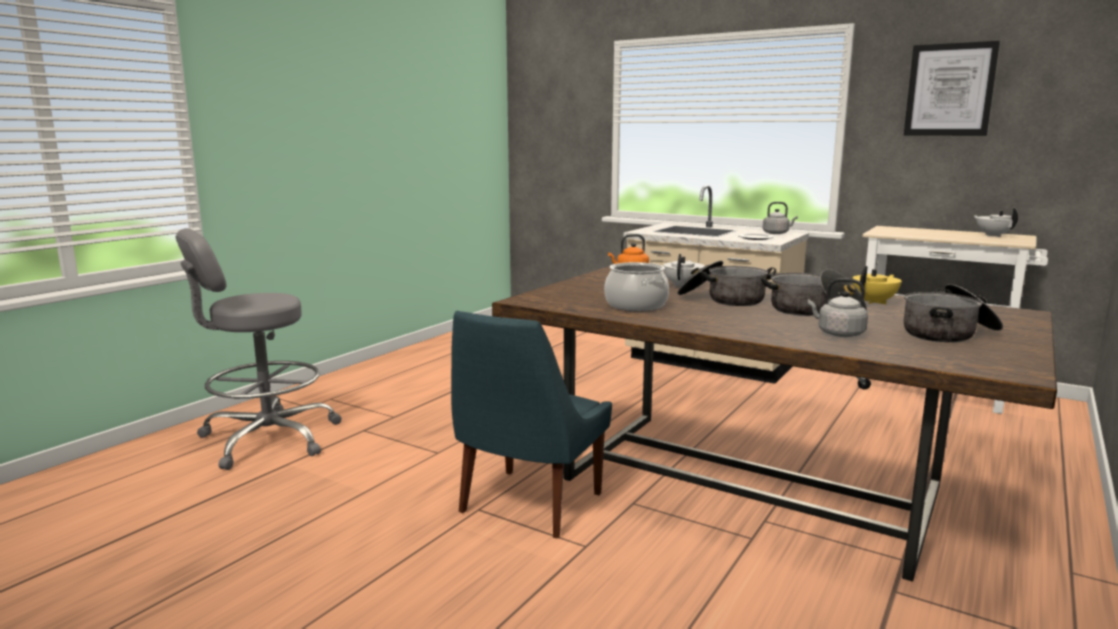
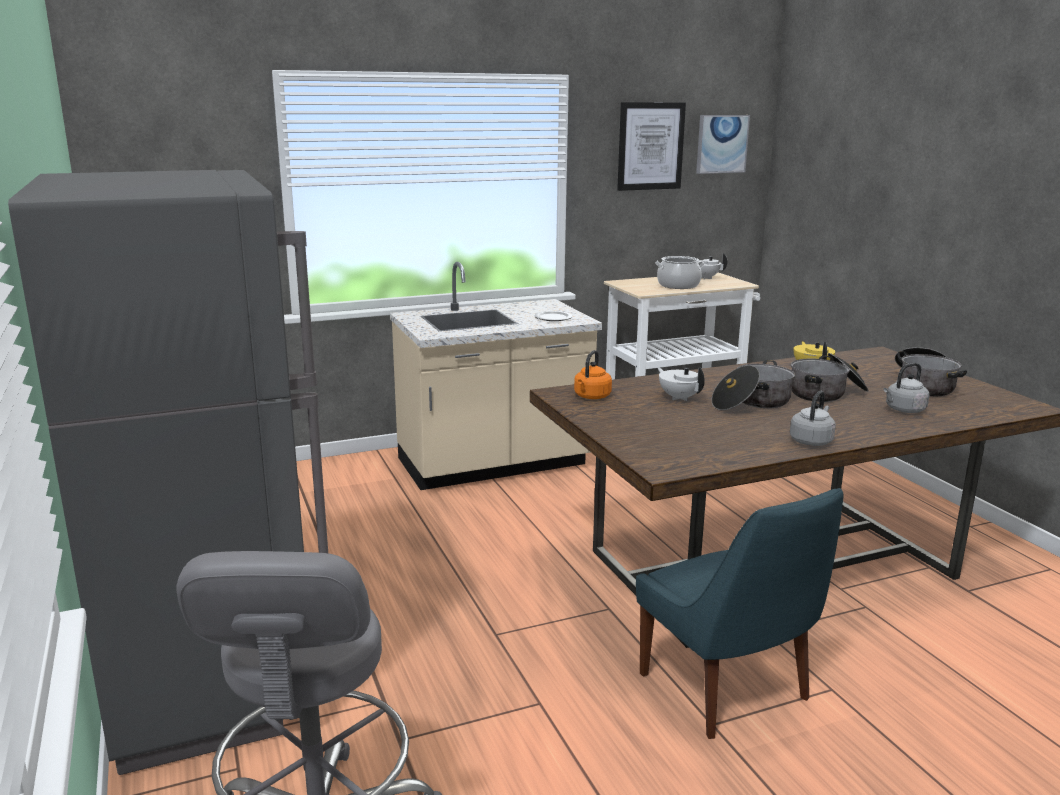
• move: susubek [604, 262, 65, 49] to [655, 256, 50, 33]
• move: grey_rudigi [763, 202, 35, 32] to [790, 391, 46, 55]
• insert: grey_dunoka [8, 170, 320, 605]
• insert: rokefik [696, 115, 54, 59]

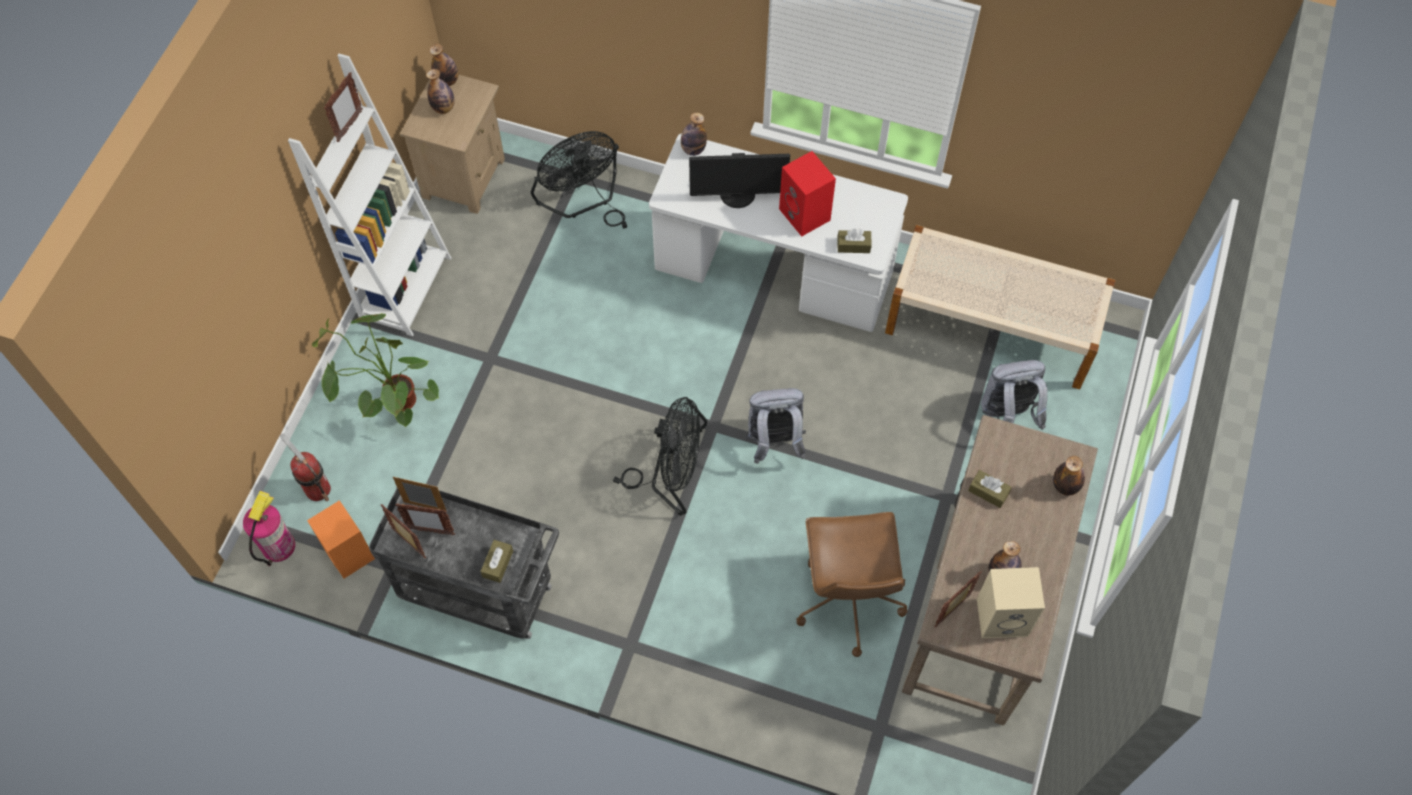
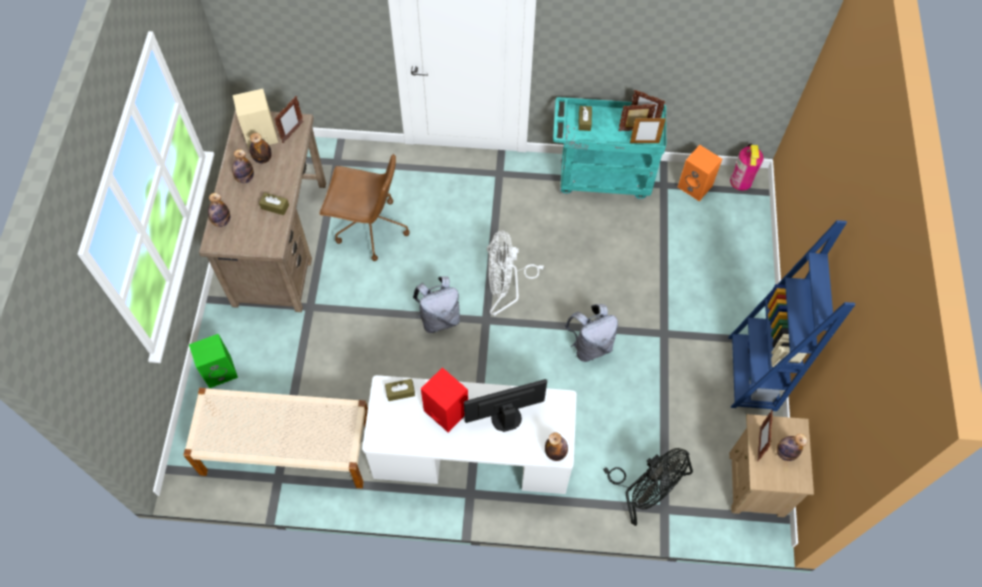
• delete: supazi [280, 433, 51, 68]
• recolor: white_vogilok [288, 54, 164, 282] to blue_vogilok [728, 220, 127, 191]
• delete: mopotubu [312, 313, 127, 115]
• move: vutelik [324, 72, 39, 70] to [757, 410, 16, 52]
• recolor: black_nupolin [369, 488, 190, 151] to turquoise_nupolin [553, 97, 113, 102]
• move: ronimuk [429, 43, 29, 43] to [232, 149, 22, 34]
• recolor: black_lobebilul [613, 397, 94, 119] to white_lobebilul [487, 230, 58, 86]
• rotate: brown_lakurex [796, 512, 112, 145] = [319, 154, 91, 107] 120 degrees clockwise
• move: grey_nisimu [981, 360, 67, 70] to [564, 304, 54, 58]
• insert: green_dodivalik [189, 334, 49, 54]

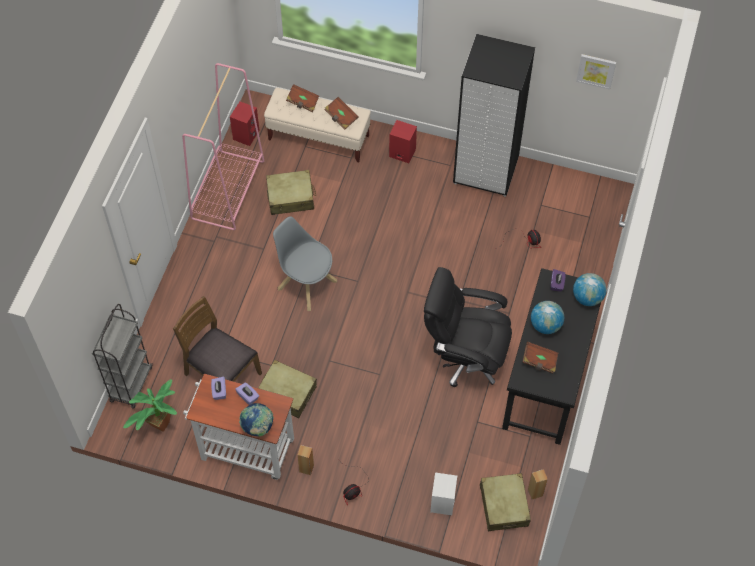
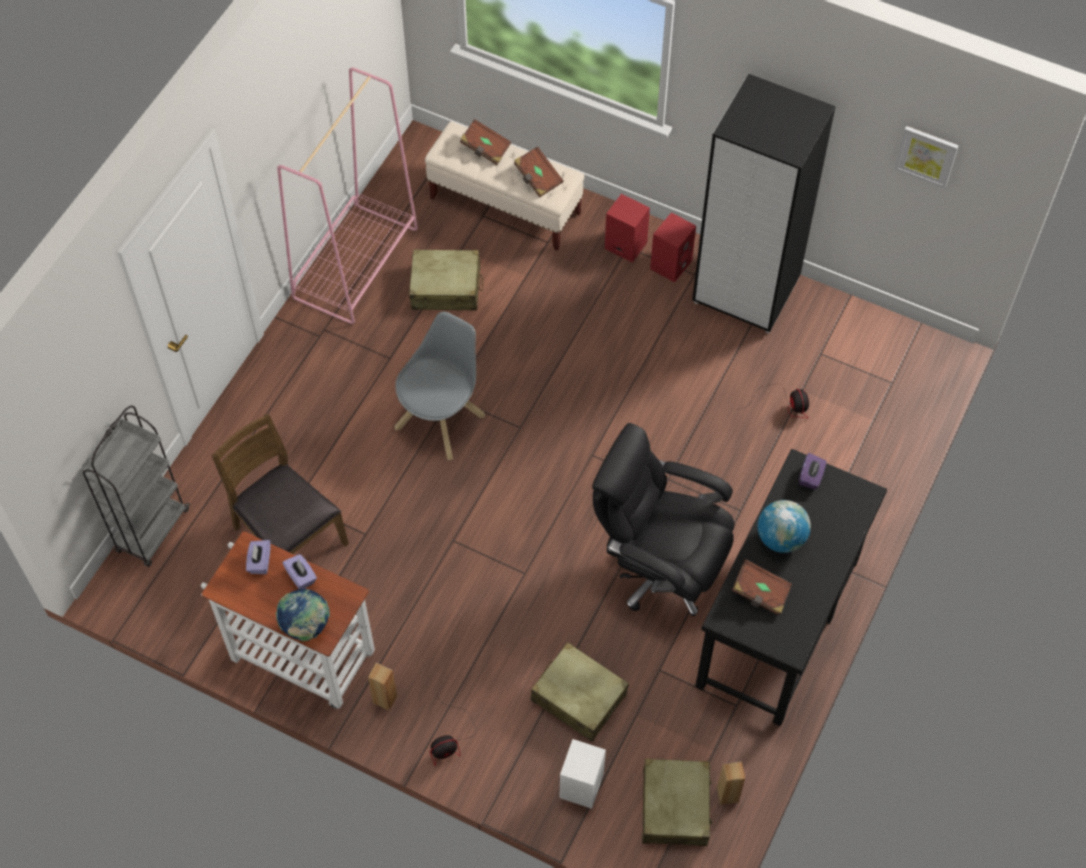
• delete: mopotubu [124, 379, 53, 53]
• move: red_dodivalik [230, 101, 30, 45] to [650, 212, 46, 71]
• move: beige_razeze [258, 360, 59, 58] to [531, 642, 98, 100]
• rotate: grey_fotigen [273, 216, 64, 95] = [395, 312, 90, 148] 75 degrees clockwise
• delete: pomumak [573, 273, 34, 33]

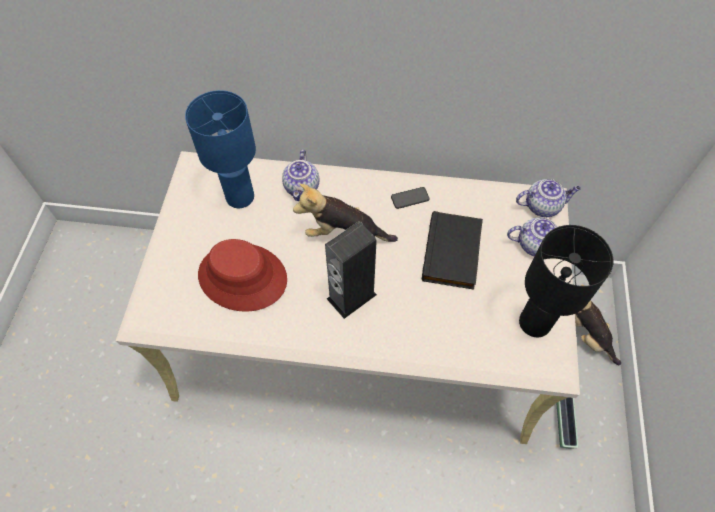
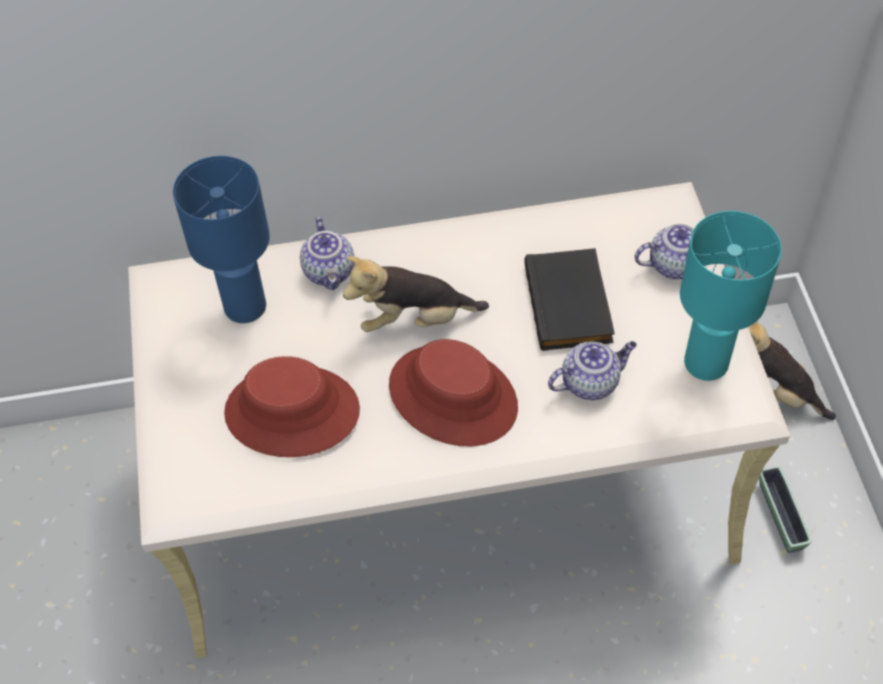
• replace: dodivalik [325, 221, 52, 98] to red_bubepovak [389, 339, 129, 107]
• delete: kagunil [391, 187, 39, 22]
• move: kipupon [516, 179, 65, 38] to [548, 341, 89, 59]
• recolor: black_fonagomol [519, 225, 94, 112] to turquoise_fonagomol [680, 211, 102, 170]

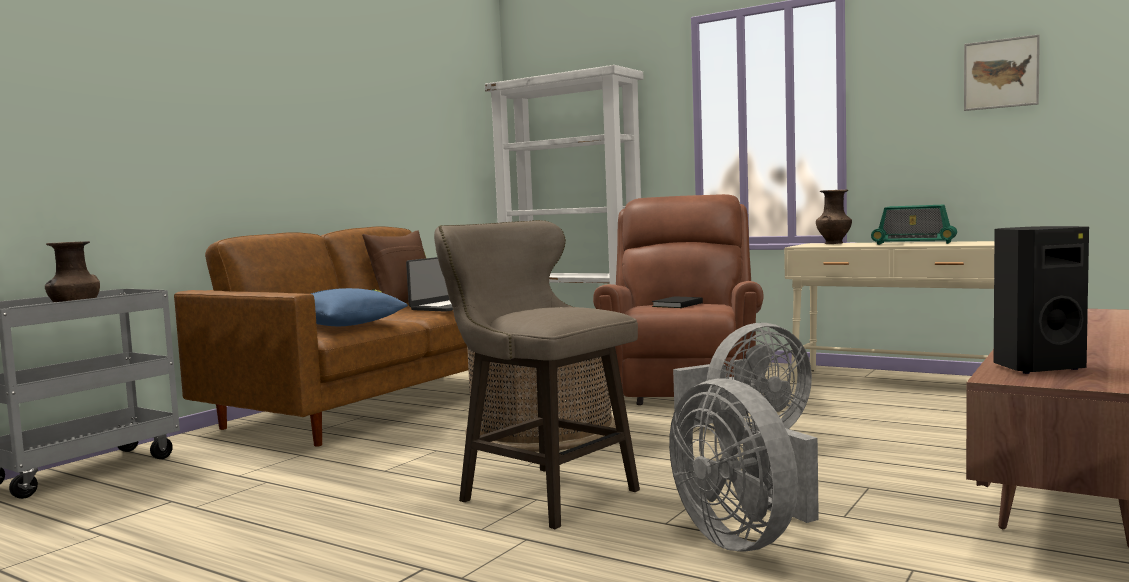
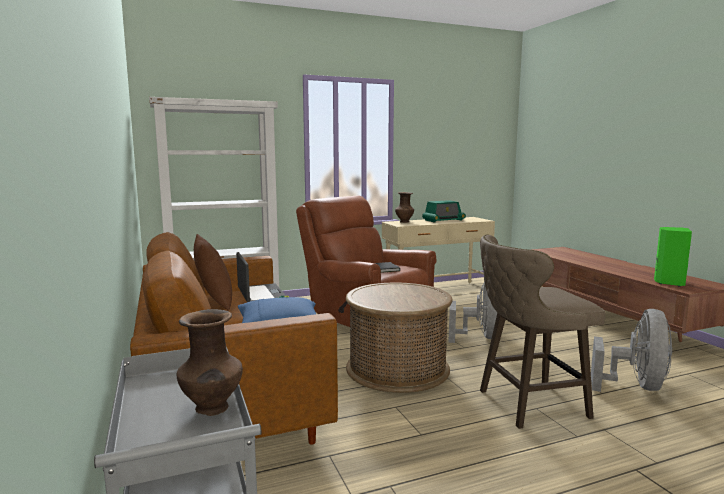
• rotate: grey_lobebilul [669, 378, 150, 174] = [591, 309, 82, 83] 75 degrees counterclockwise
• delete: rokefik [964, 34, 76, 77]
• recolor: black_dodivalik [994, 226, 95, 148] to green_dodivalik [654, 227, 38, 59]

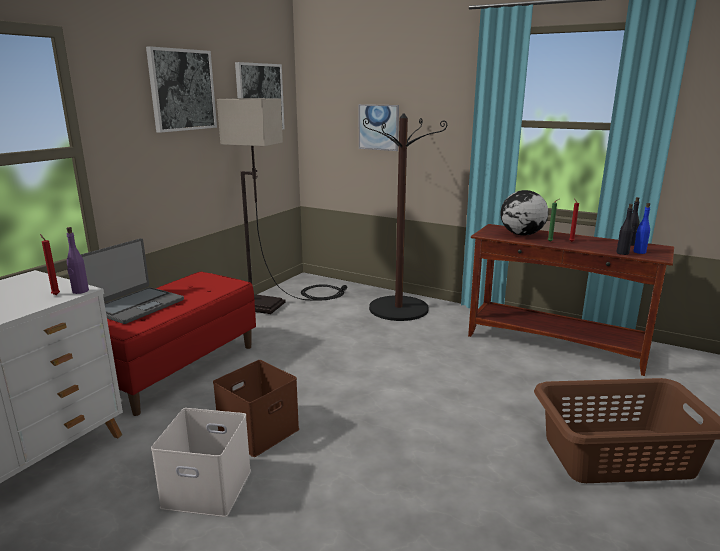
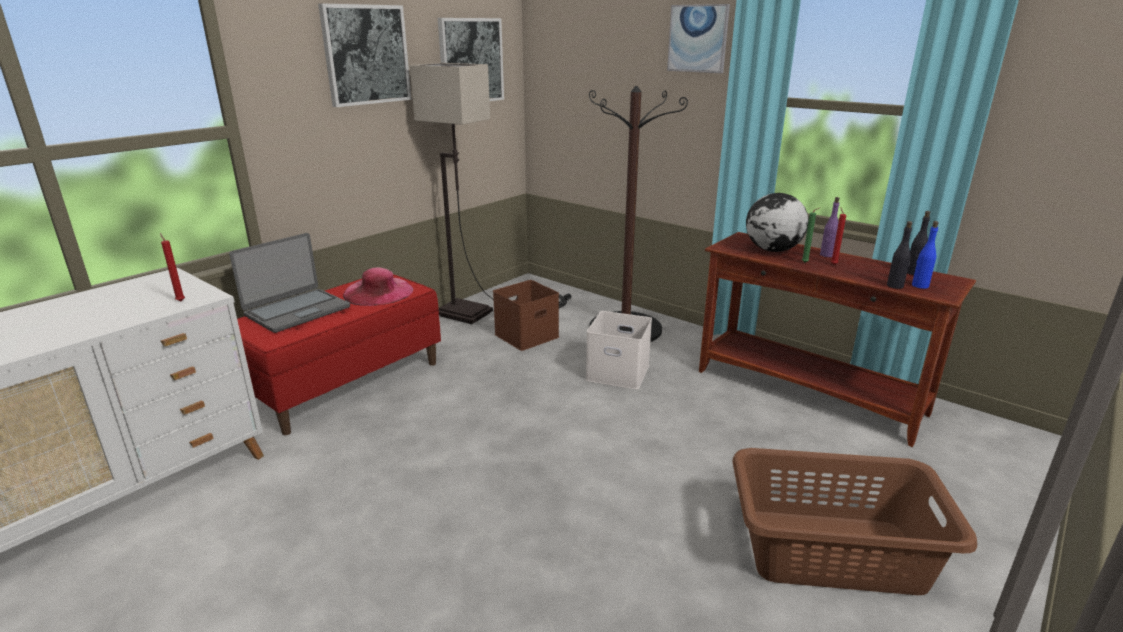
• move: purple_ronimuk [66, 227, 23, 67] to [820, 197, 20, 60]
• move: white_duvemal [151, 408, 100, 109] to [586, 311, 66, 79]
• move: brown_duvemal [213, 360, 86, 97] to [493, 280, 66, 71]
• move: rokefik [359, 104, 40, 47] to [667, 4, 63, 69]
• insert: pink_bubepovak [343, 267, 70, 39]

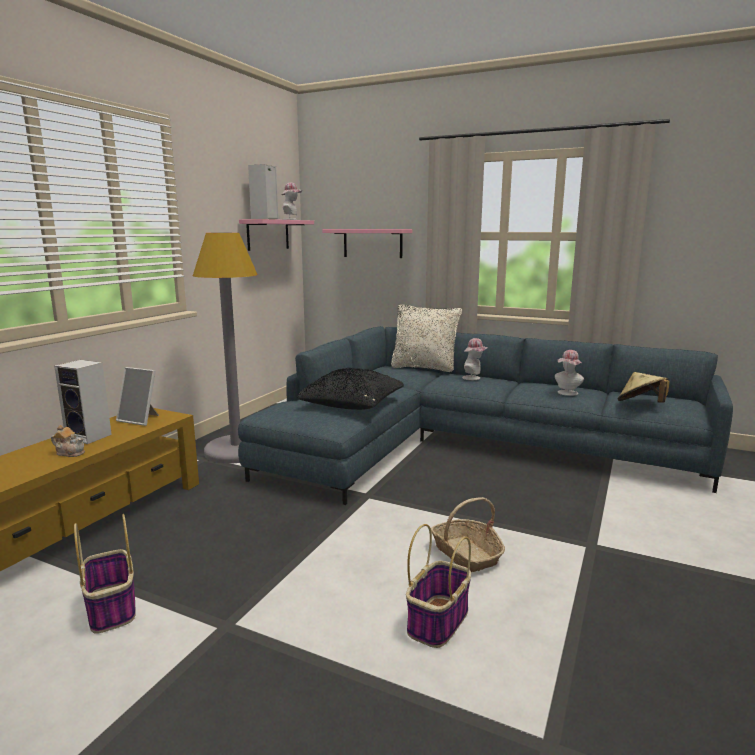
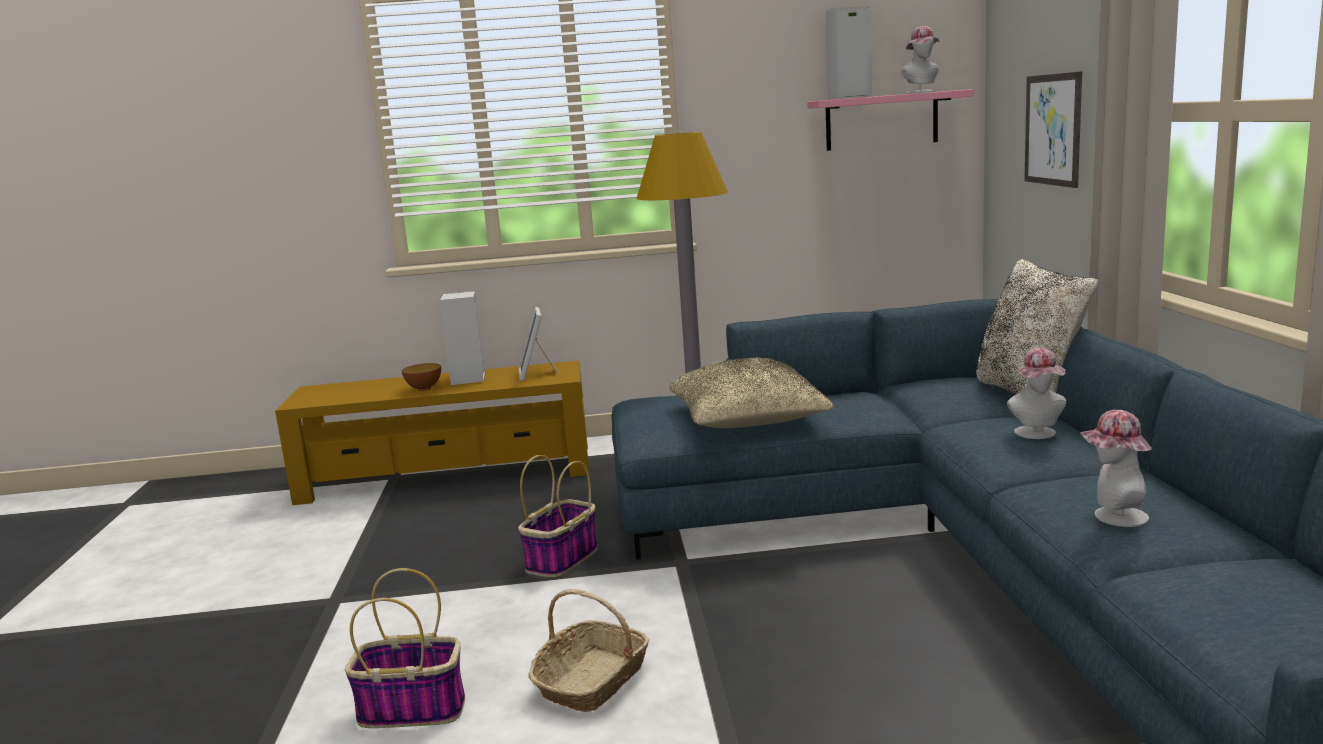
• replace: kipupon [51, 425, 34, 32] to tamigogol [402, 363, 39, 28]
• move: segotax [74, 514, 62, 120] to [518, 455, 80, 123]
• recolor: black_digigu [297, 368, 107, 42] to beige_digigu [669, 358, 165, 70]
• replace: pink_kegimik [322, 229, 90, 29] to rokefik [1024, 71, 58, 117]
• delete: beige_bubepovak [618, 372, 52, 31]

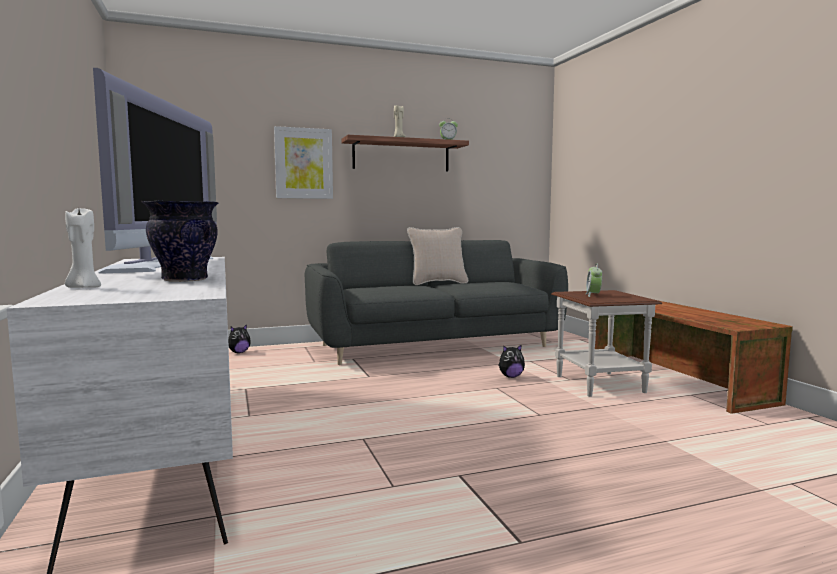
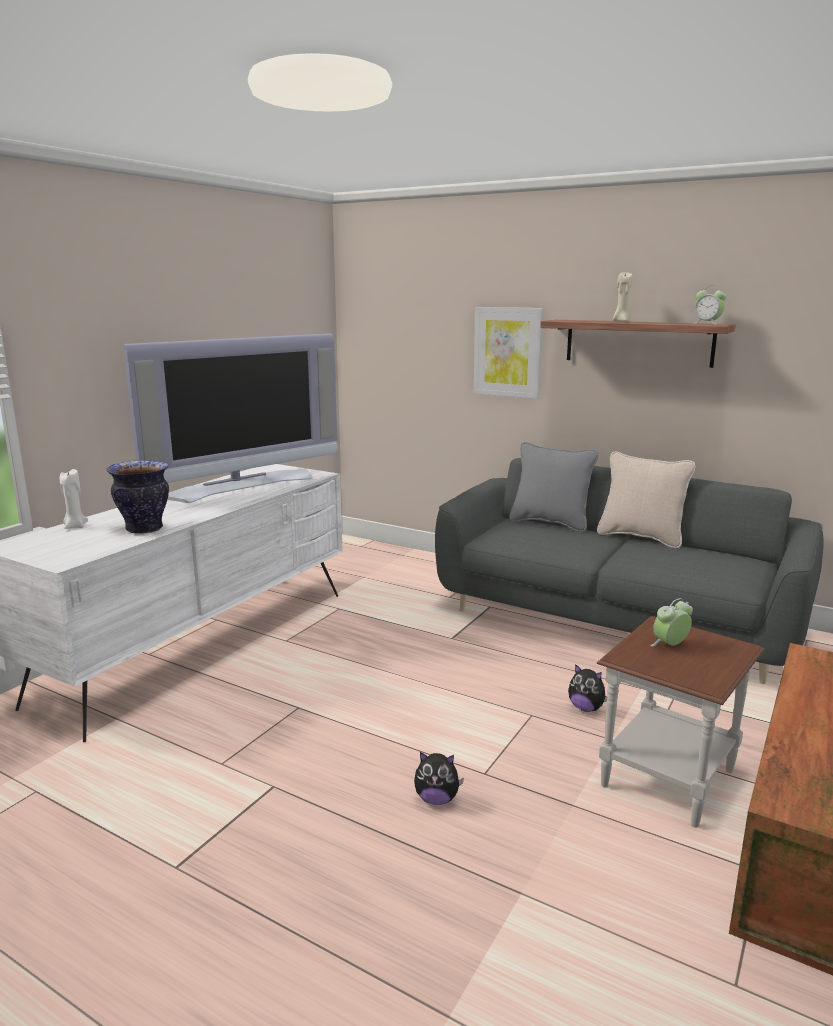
• move: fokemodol [228, 324, 23, 29] to [414, 752, 50, 53]
• insert: grey_digigu [510, 442, 88, 90]

